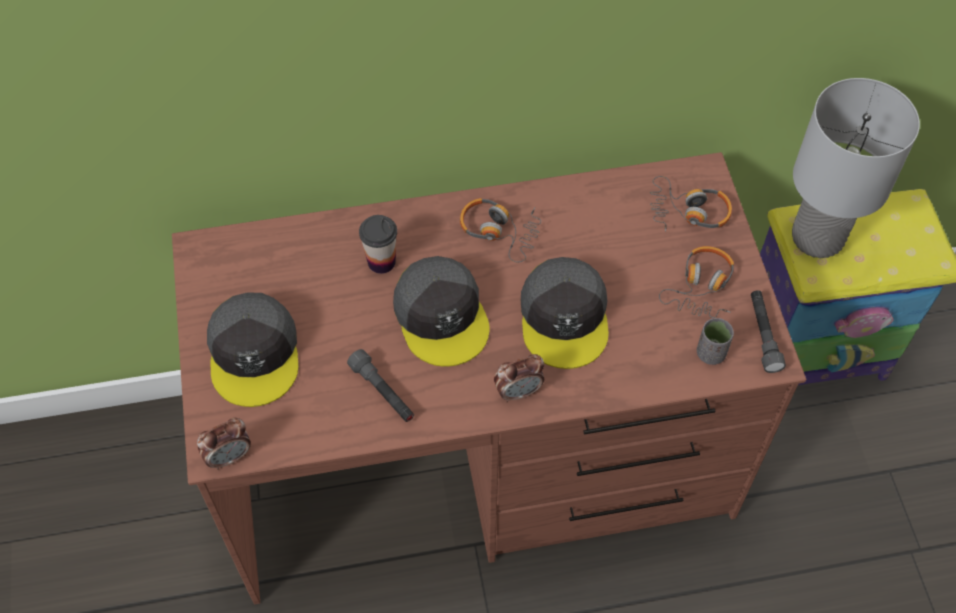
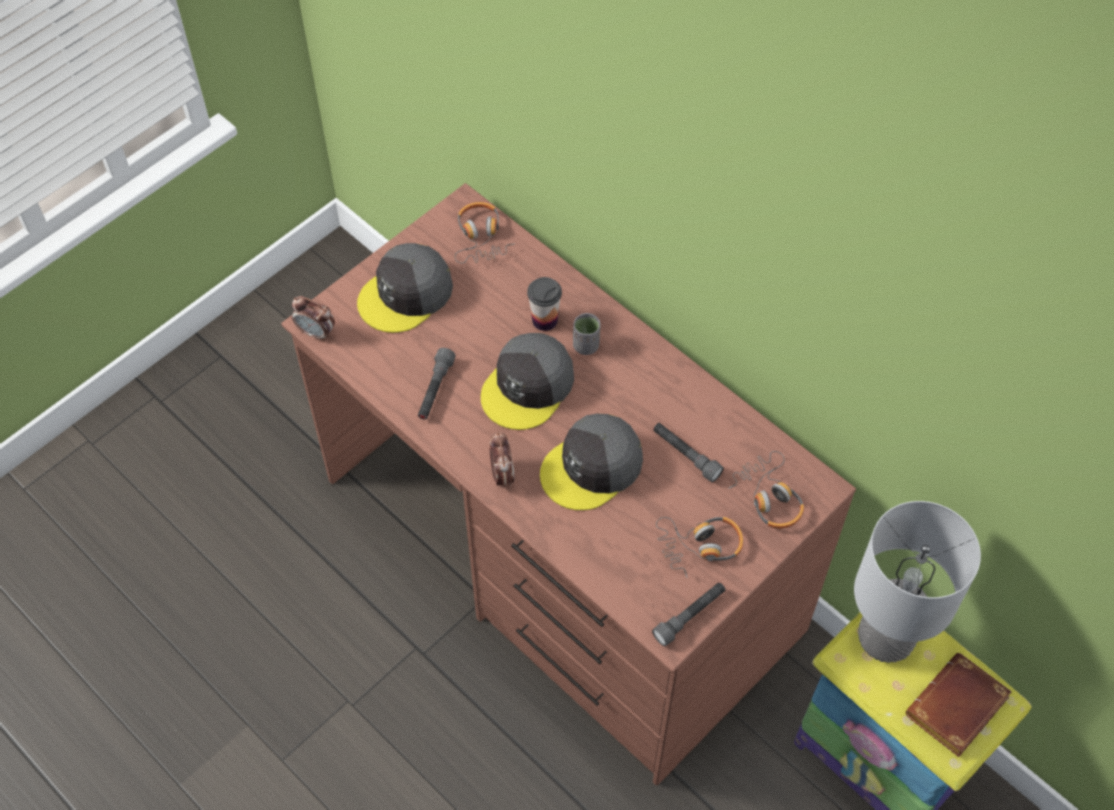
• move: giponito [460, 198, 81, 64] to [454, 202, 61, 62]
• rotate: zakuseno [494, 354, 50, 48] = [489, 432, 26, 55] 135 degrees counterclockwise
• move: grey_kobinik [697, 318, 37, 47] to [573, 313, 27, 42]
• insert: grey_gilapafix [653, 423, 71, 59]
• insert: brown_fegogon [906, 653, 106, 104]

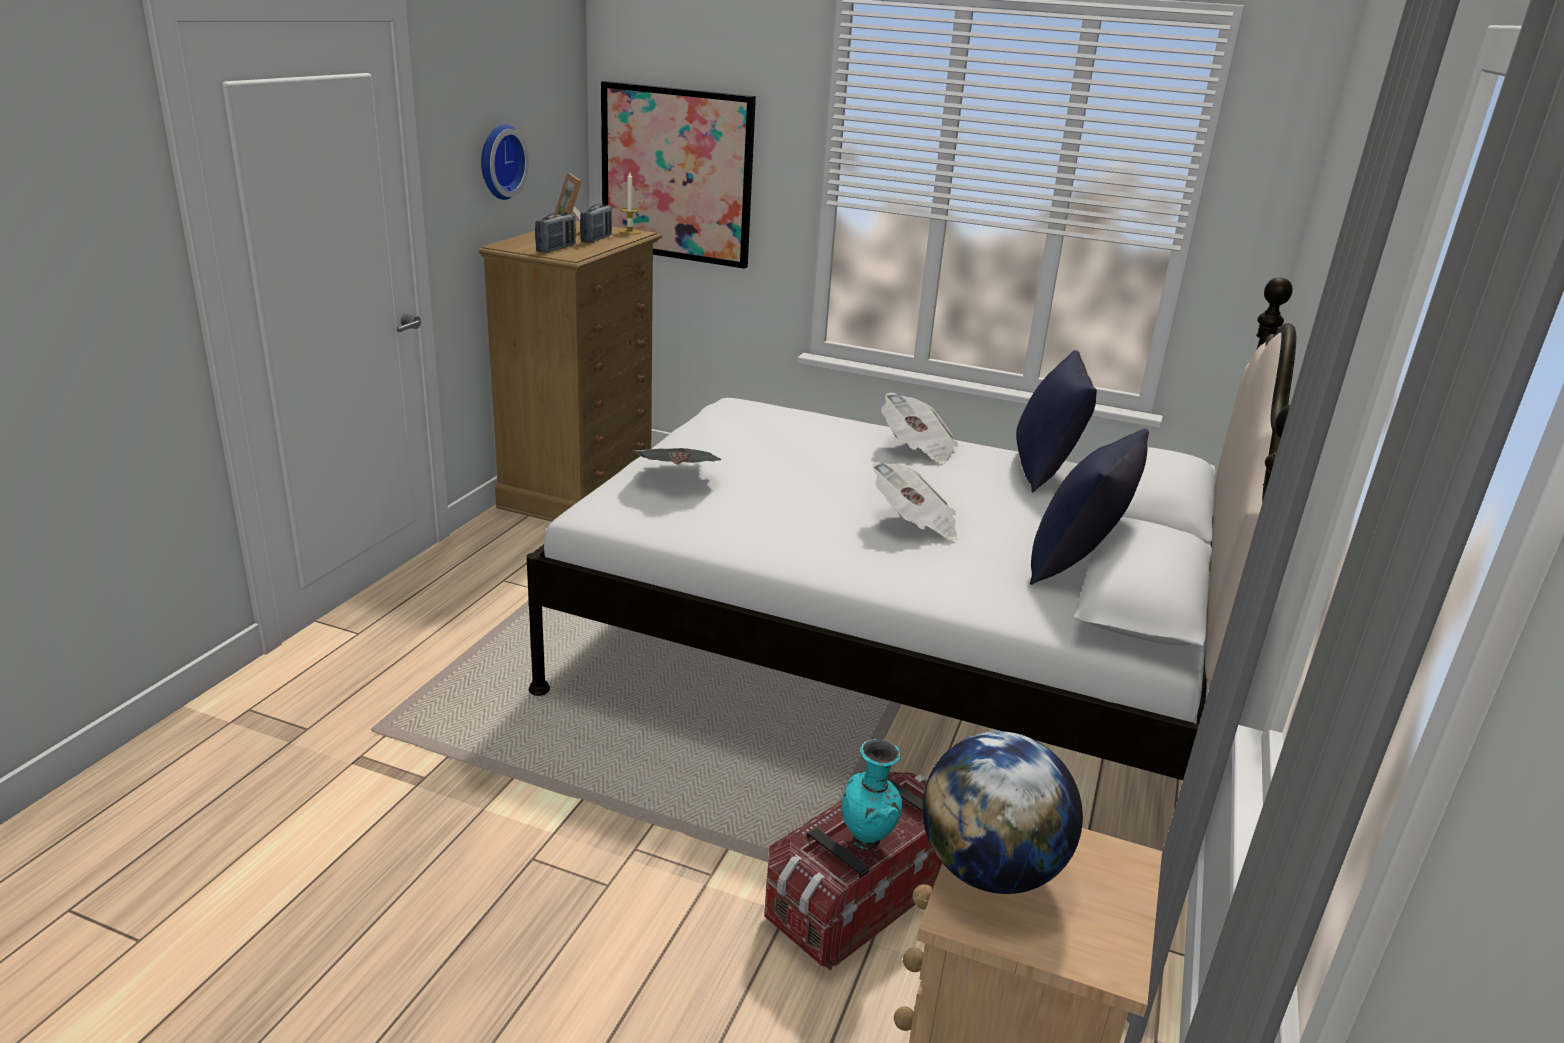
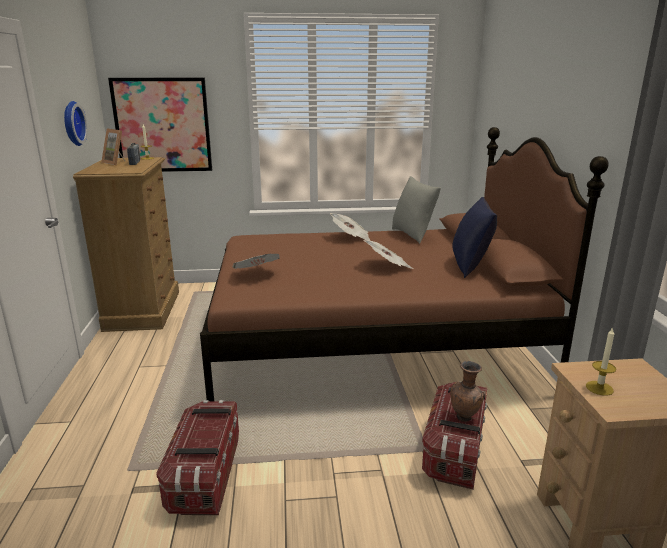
• recolor: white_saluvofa [526, 277, 770, 503] to brown_saluvofa [200, 127, 409, 274]
• delete: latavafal [535, 212, 41, 41]
• recolor: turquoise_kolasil [842, 739, 60, 110] to brown_kolasil [450, 361, 35, 61]
• replace: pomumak [922, 731, 161, 163] to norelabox [586, 327, 30, 69]
• recolor: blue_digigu [1016, 350, 81, 143] to grey_digigu [392, 176, 49, 68]
• insert: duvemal [156, 400, 83, 115]

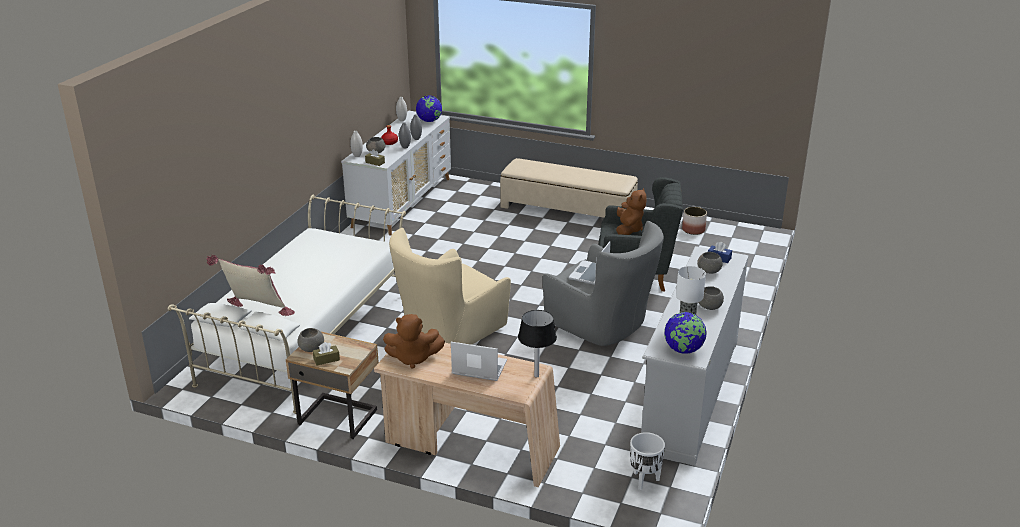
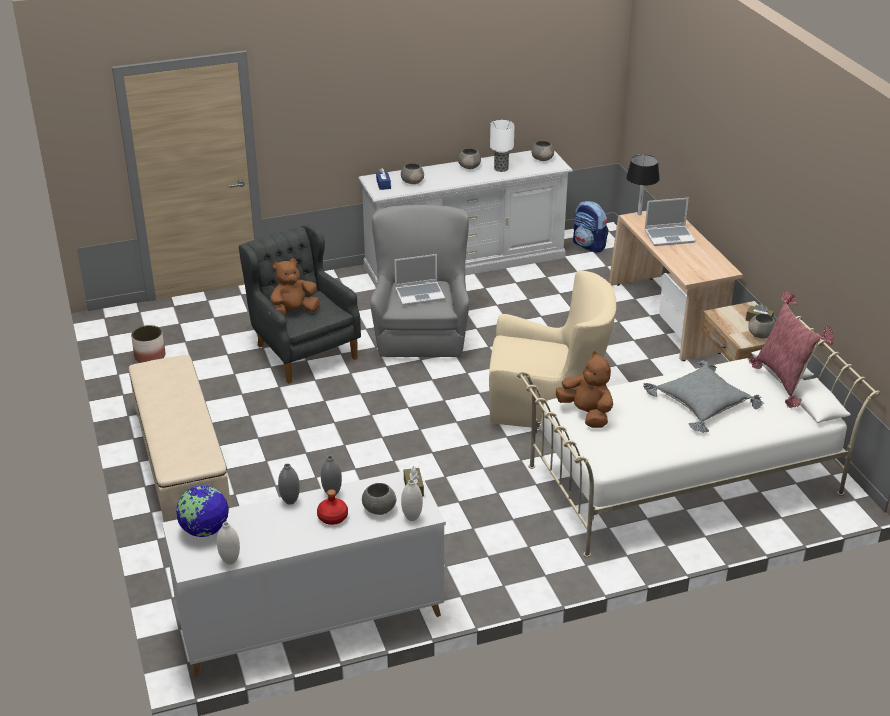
• move: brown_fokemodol [383, 314, 62, 55] to [556, 351, 57, 77]
• rotate: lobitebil [451, 342, 56, 39] = [644, 198, 51, 48] 75 degrees counterclockwise
• replace: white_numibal [630, 432, 35, 58] to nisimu [573, 201, 35, 52]
• replace: pomumak [664, 312, 43, 42] to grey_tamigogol [531, 141, 23, 20]
• insert: grey_digigu [643, 360, 121, 73]

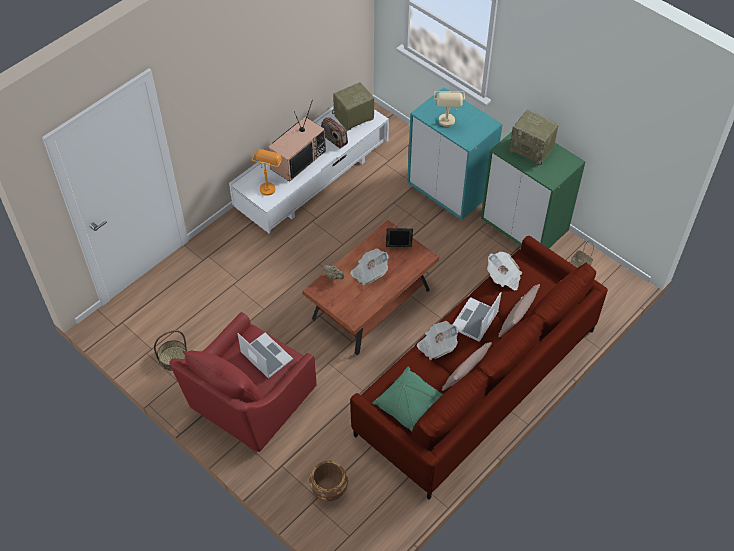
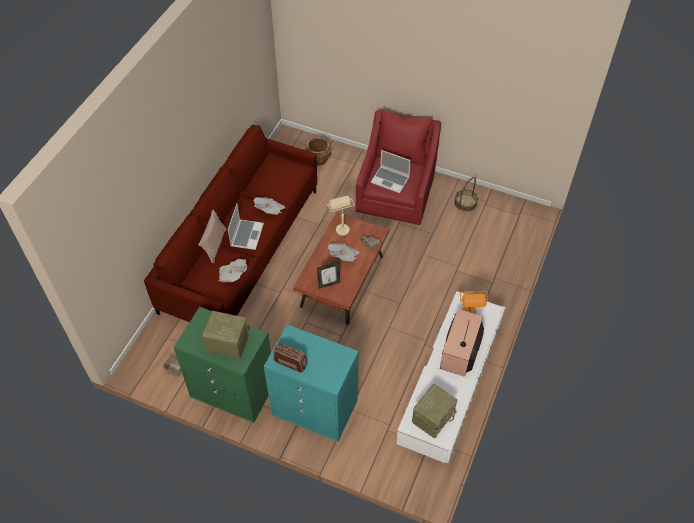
• move: latavafal [321, 117, 27, 31] to [273, 343, 34, 30]
• delete: green_digigu [373, 366, 70, 66]
• move: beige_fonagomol [434, 91, 31, 36] to [327, 196, 27, 40]
• delete: beige_digigu [442, 342, 50, 49]

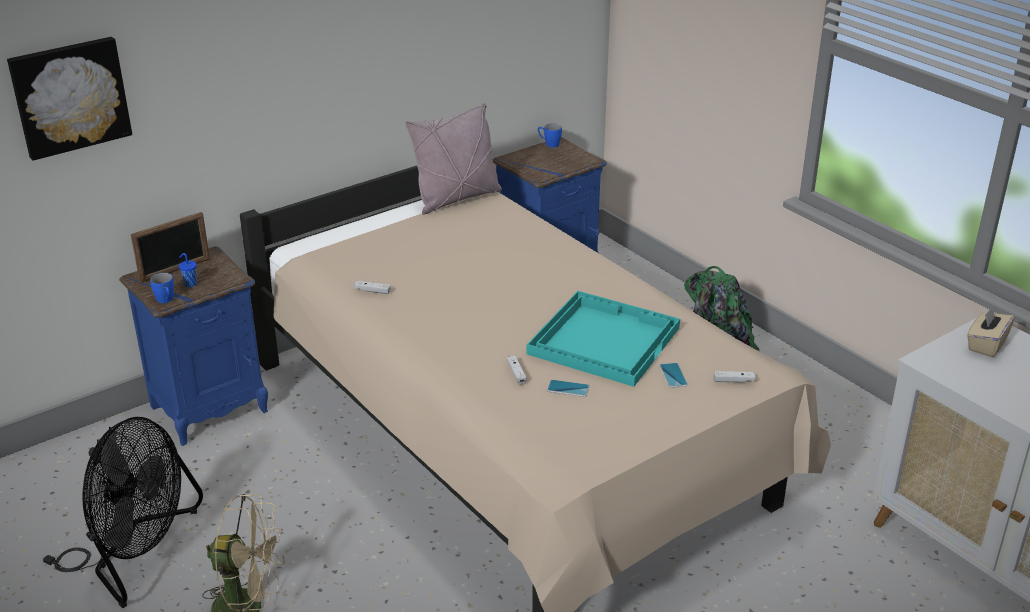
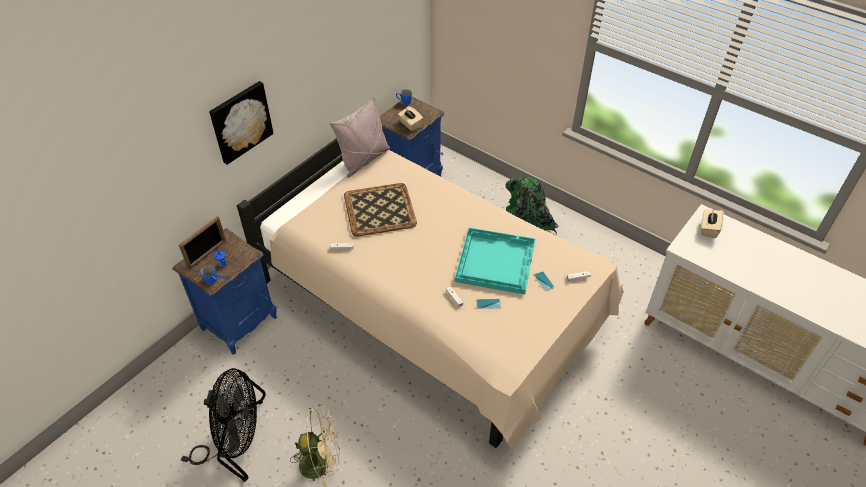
• move: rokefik [7, 37, 125, 124] to [209, 81, 65, 84]
• insert: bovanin [344, 183, 73, 53]
• insert: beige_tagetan [398, 106, 25, 25]

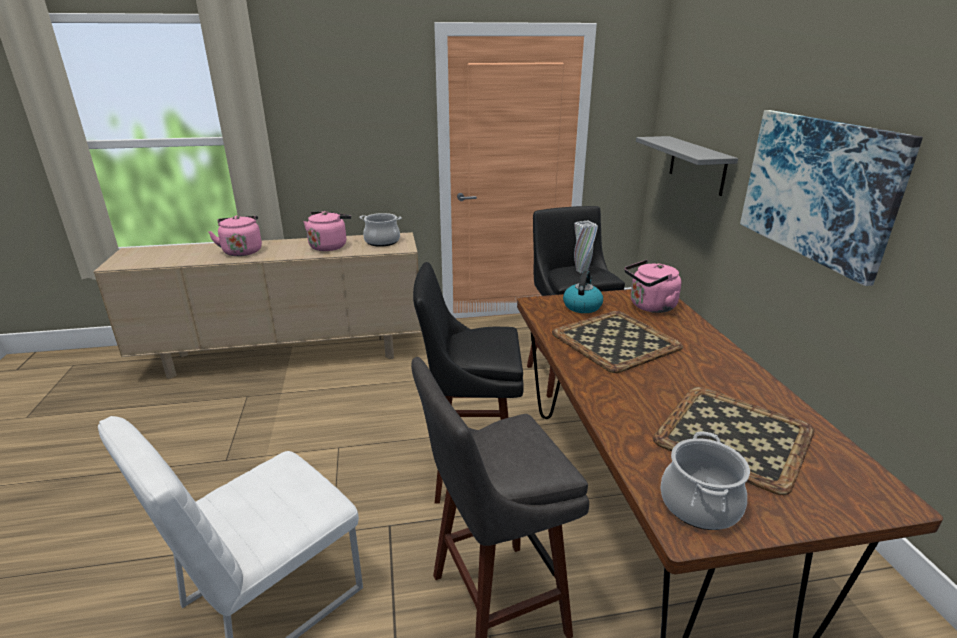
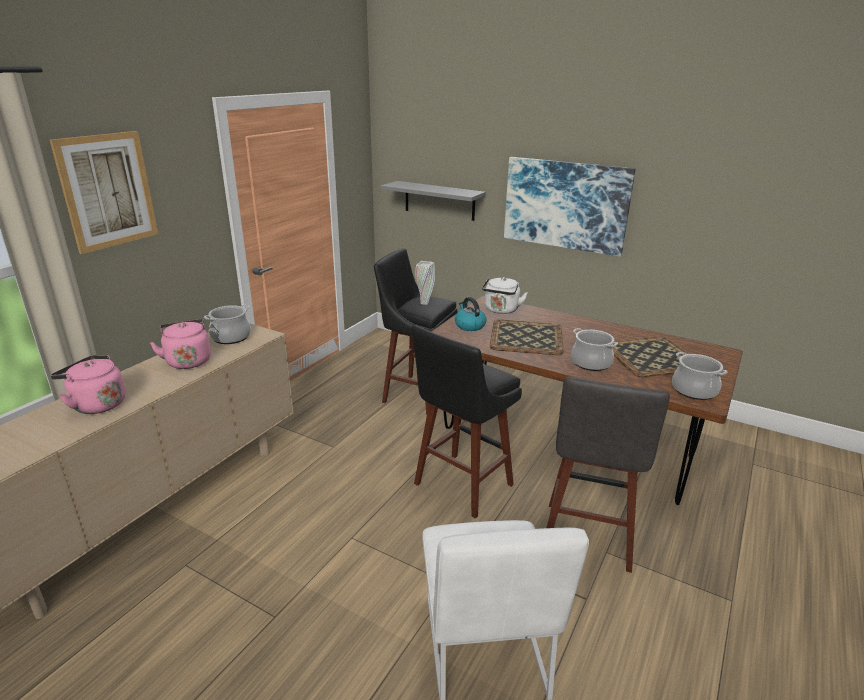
• recolor: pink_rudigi [625, 260, 56, 53] to white_rudigi [482, 277, 46, 37]
• insert: rokefik [50, 131, 108, 123]
• insert: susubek [571, 328, 47, 43]

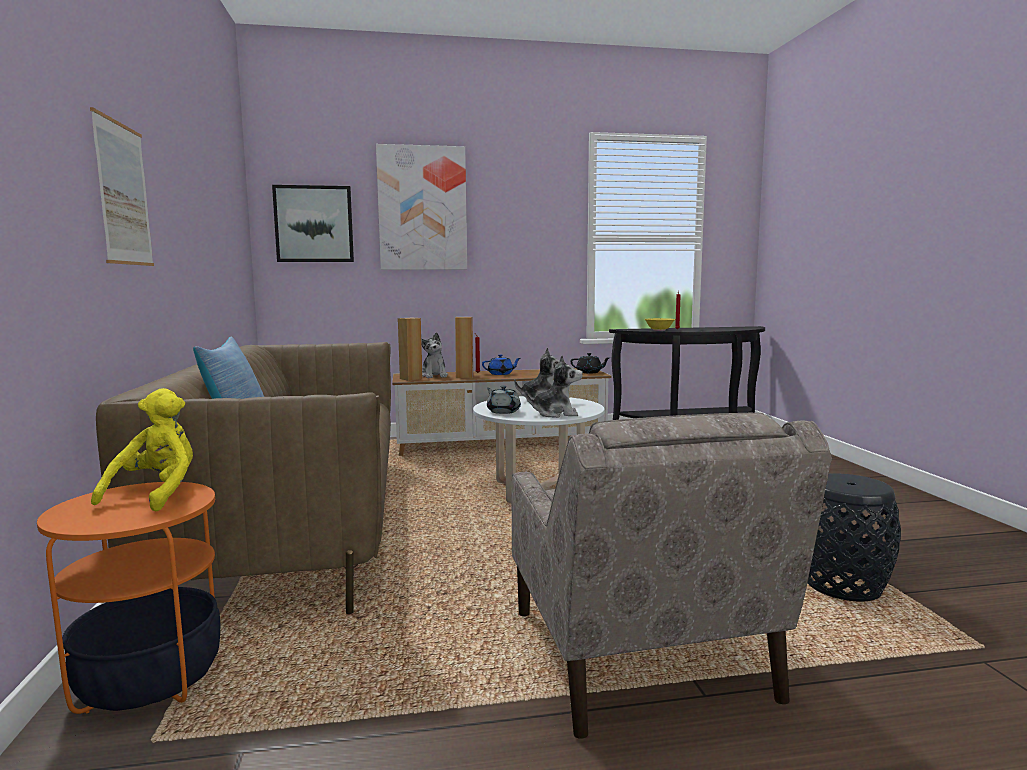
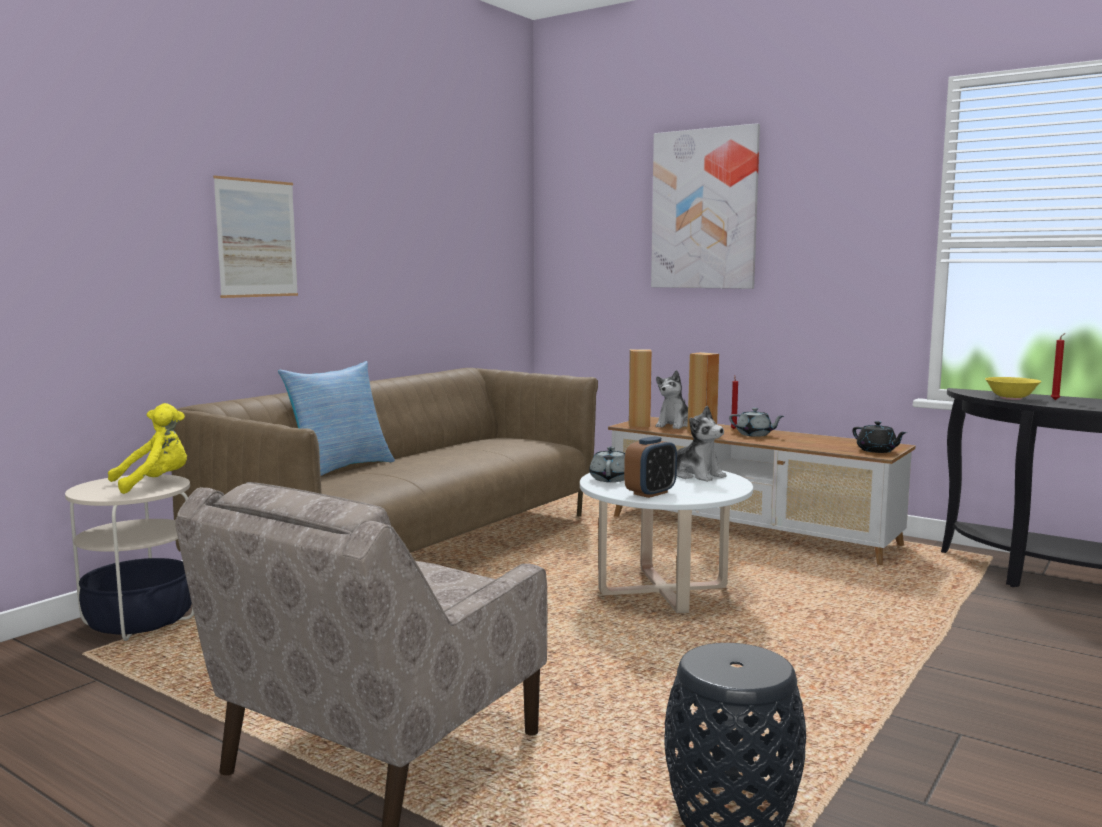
• recolor: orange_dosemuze [37, 482, 184, 232] to beige_dosemuze [65, 474, 129, 167]
• delete: rokefik [272, 185, 82, 77]
• recolor: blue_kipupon [482, 354, 38, 21] to grey_kipupon [729, 408, 55, 29]
• replace: fokemodol [525, 355, 58, 63] to zakuseno [624, 436, 53, 62]

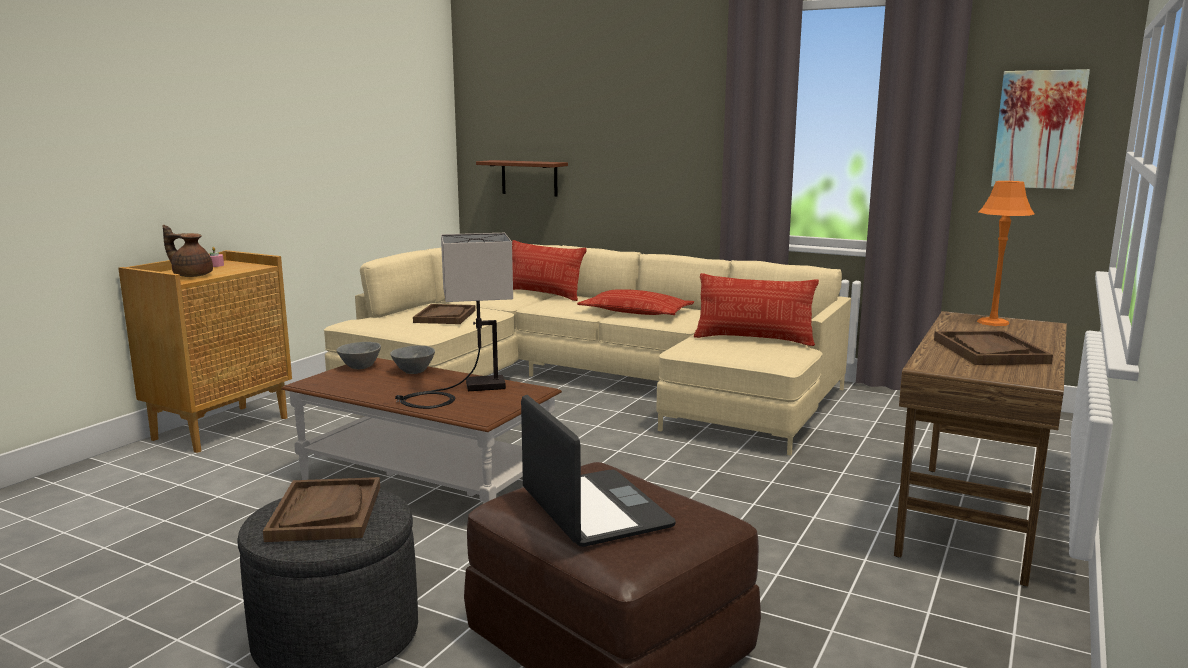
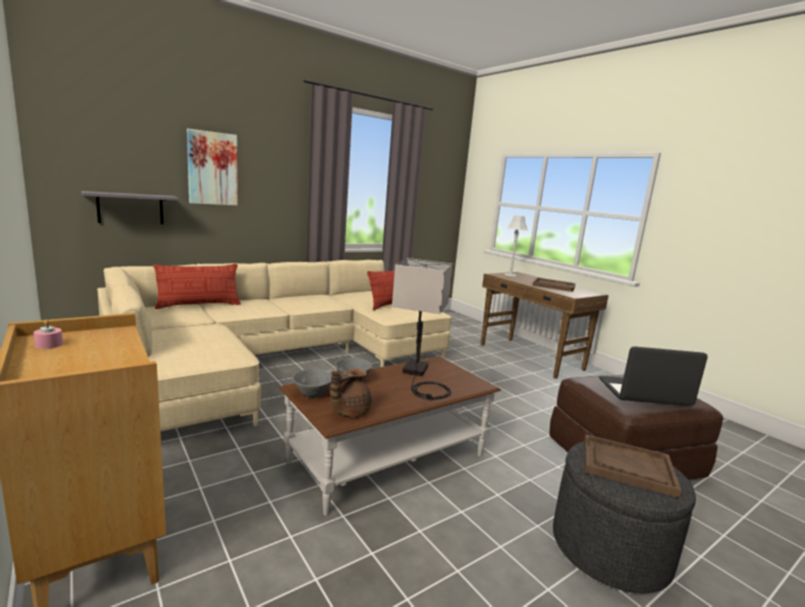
• move: brown_kipupon [162, 225, 51, 52] to [330, 368, 42, 49]
• delete: brown_bovanin [413, 304, 63, 20]
• recolor: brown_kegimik [476, 160, 92, 37] to grey_kegimik [81, 191, 97, 33]
• delete: digigu [577, 289, 117, 26]
• recolor: orange_fonagomol [977, 181, 58, 145] to grey_fonagomol [505, 215, 23, 62]
• move: rokefik [991, 69, 99, 120] to [187, 129, 51, 77]

